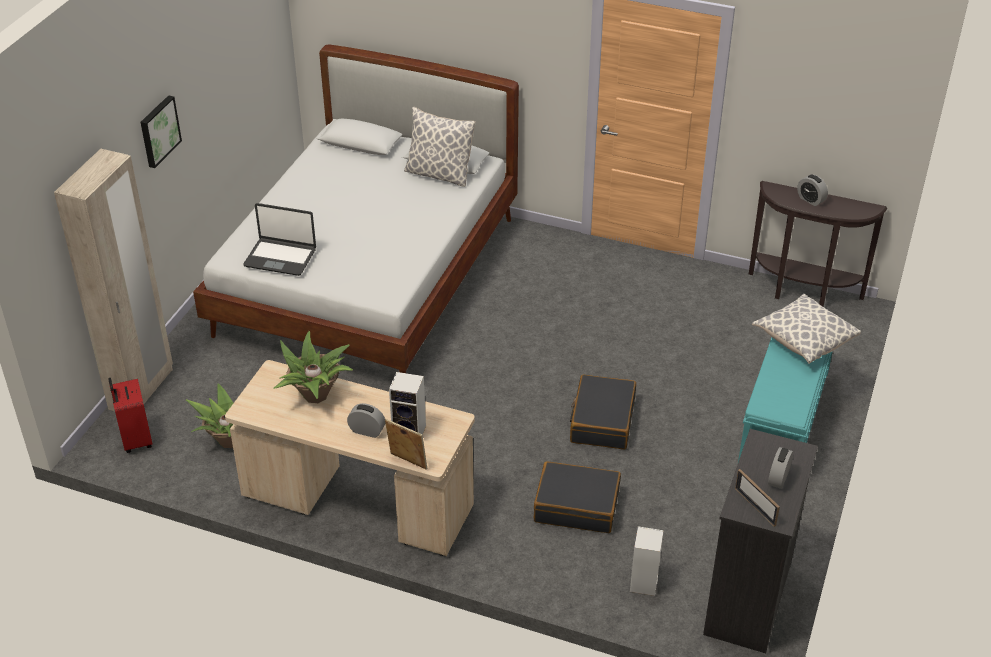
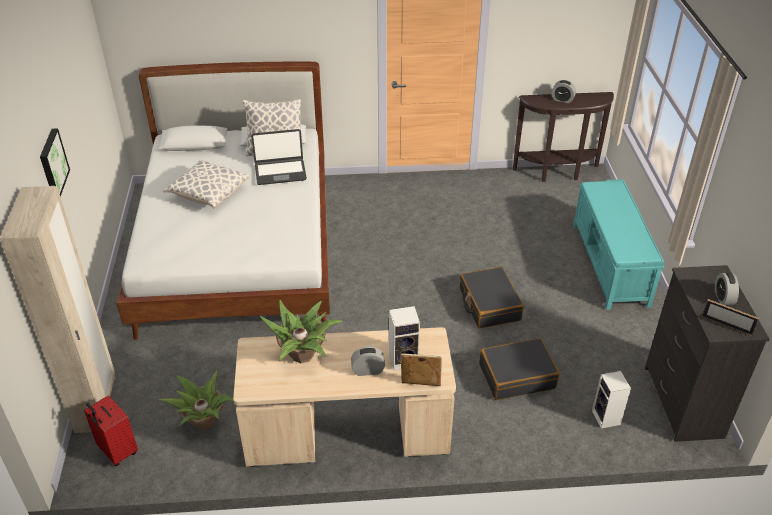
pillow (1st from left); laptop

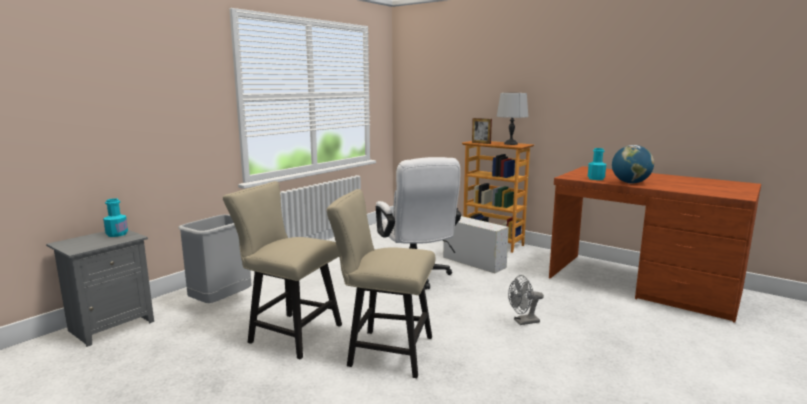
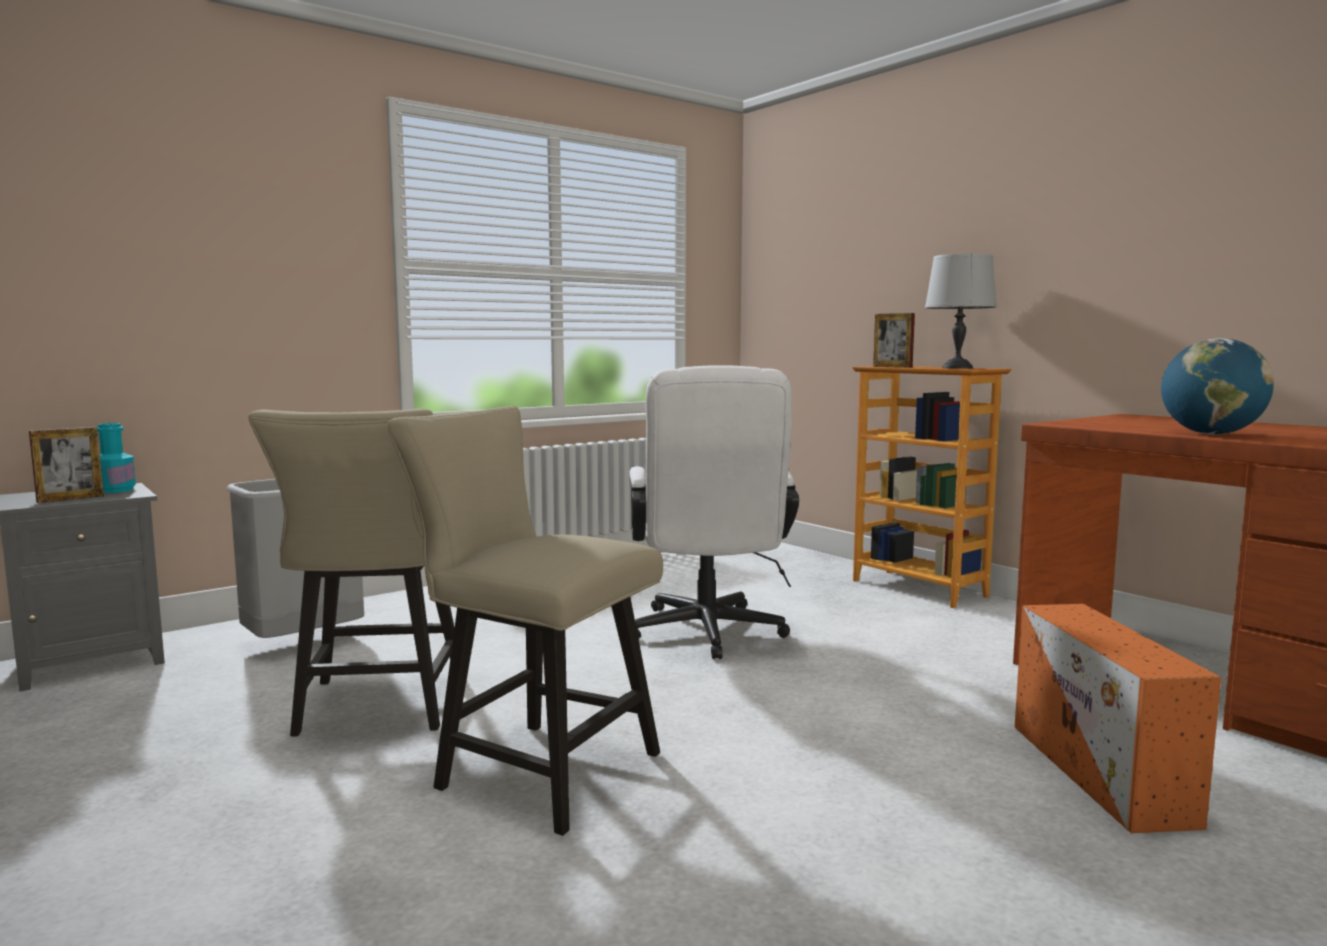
picture frame (1st from left); beige chair (1st from left); orange storage box; white storage box; grey fan; turquoise bottle (2nd from left in the first image)

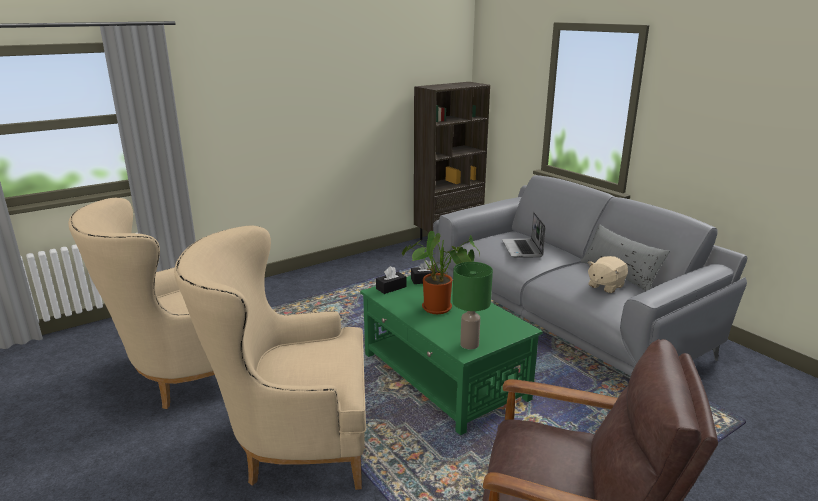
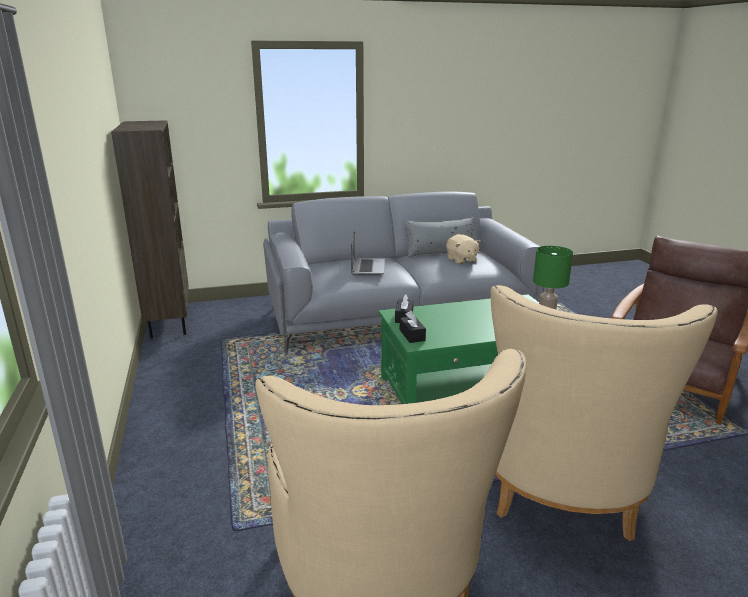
laptop; potted plant

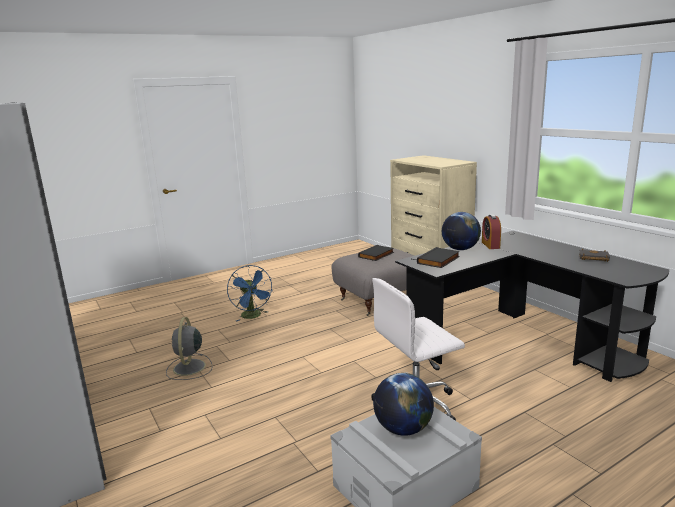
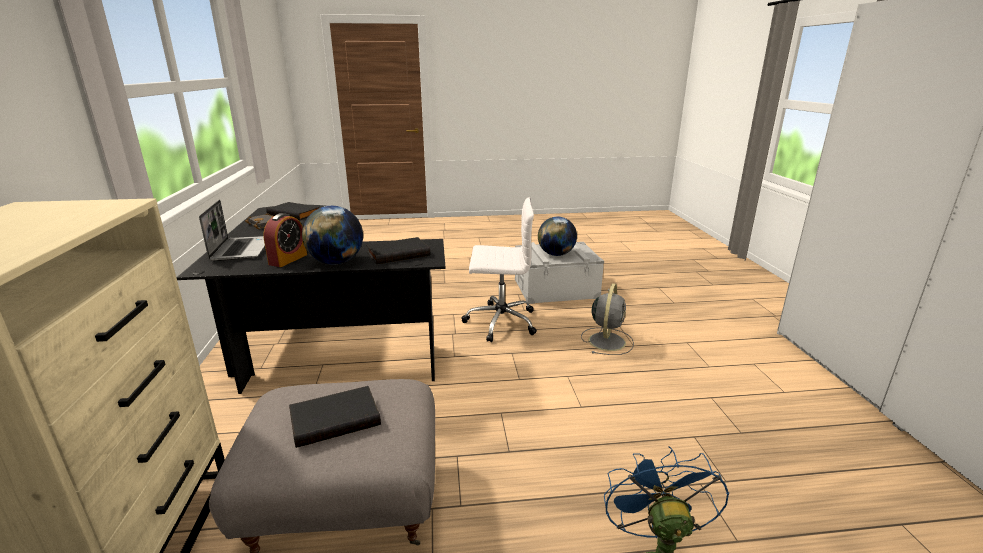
laptop; black book (2nd from left); grey fan

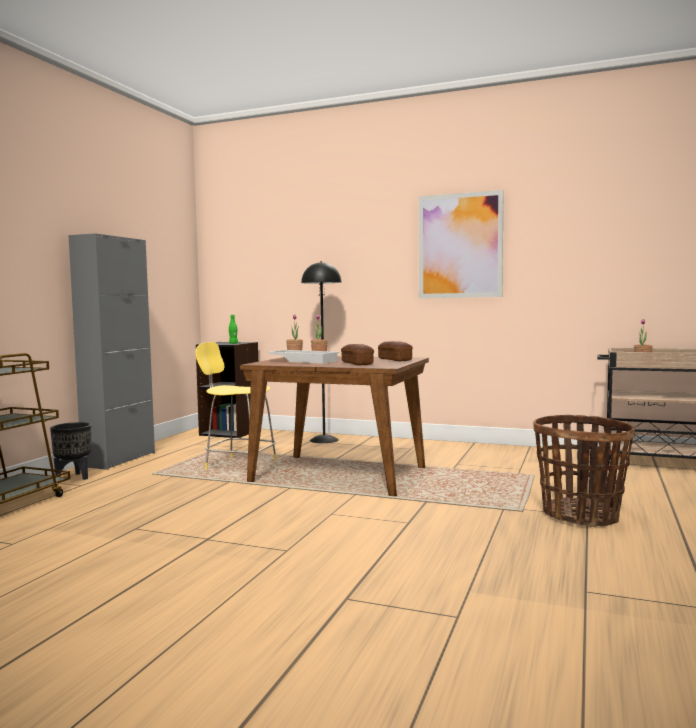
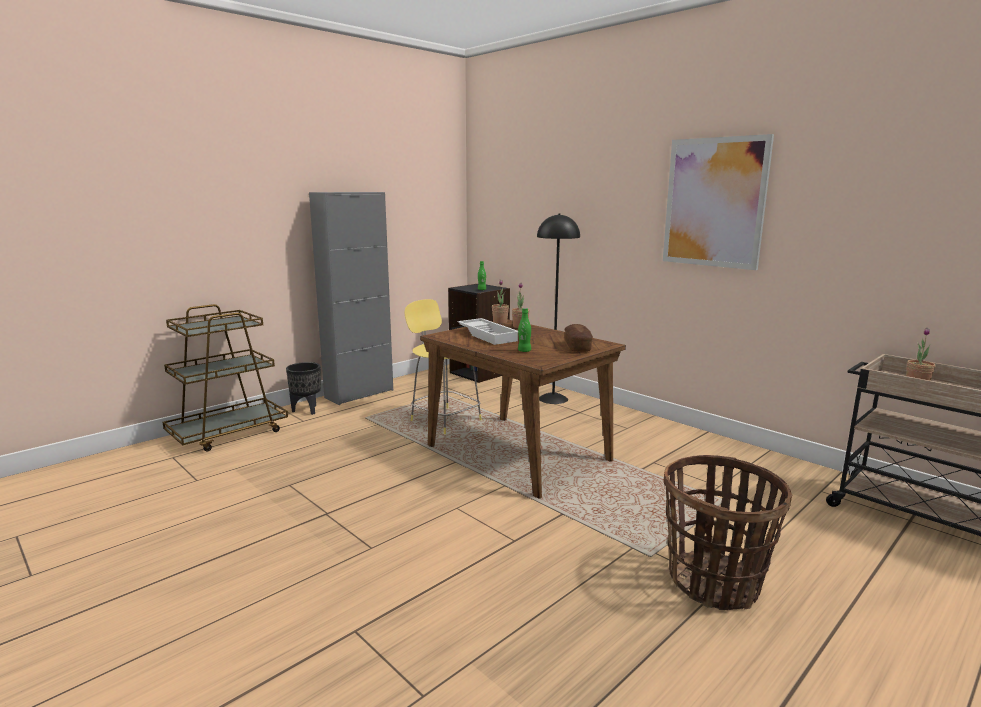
green bottle (2nd from left)

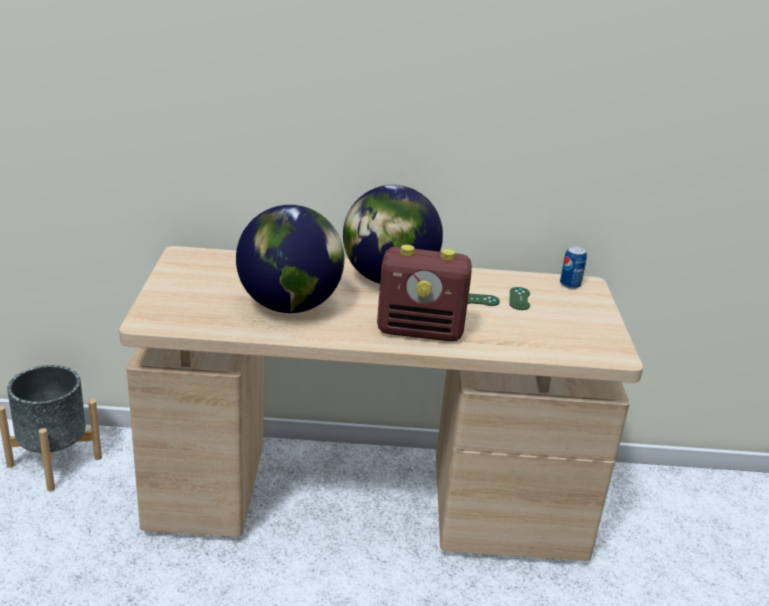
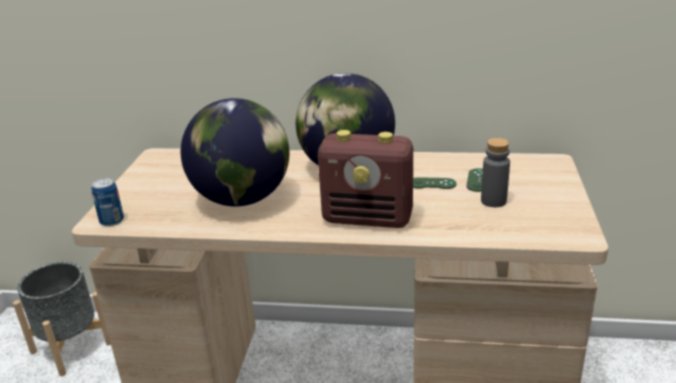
can; grey bottle

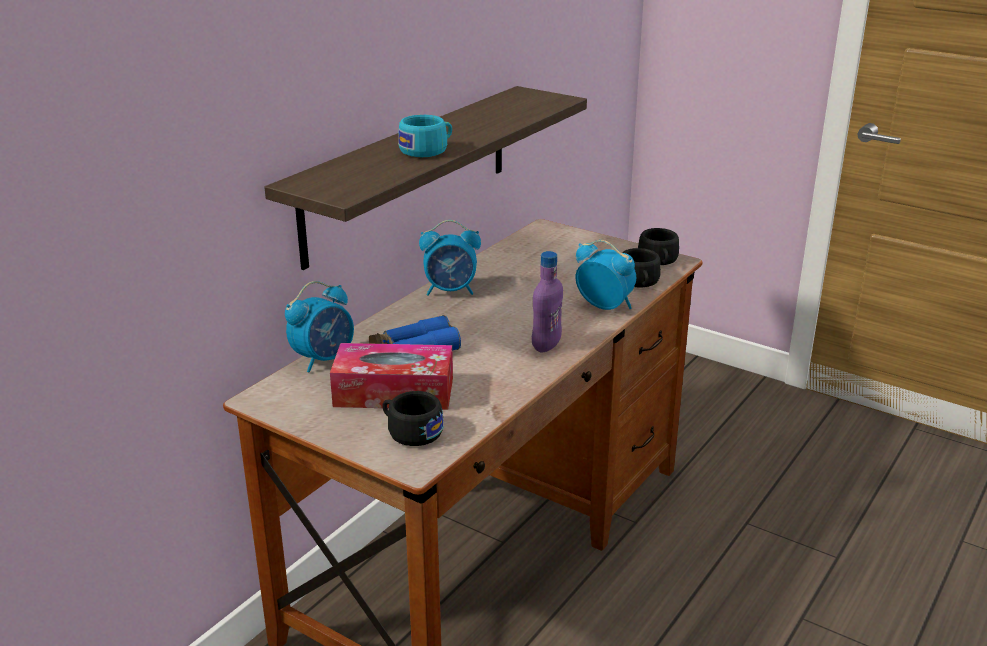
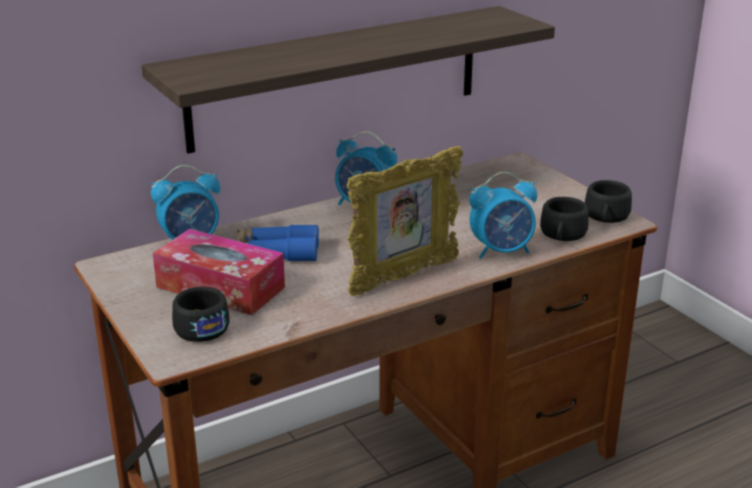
picture frame; alarm clock (3rd from left); turquoise cup

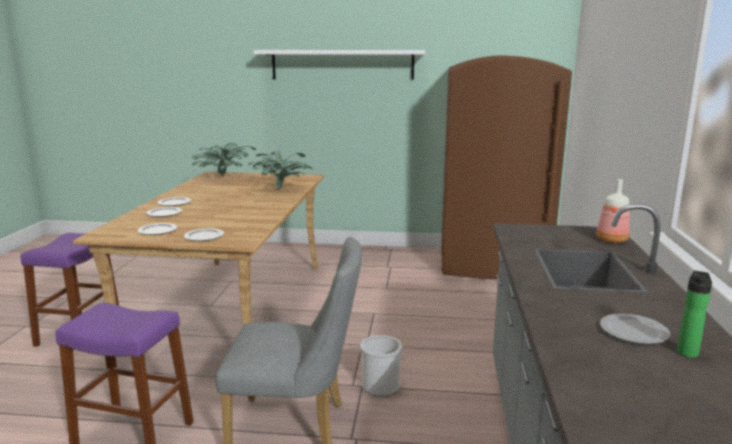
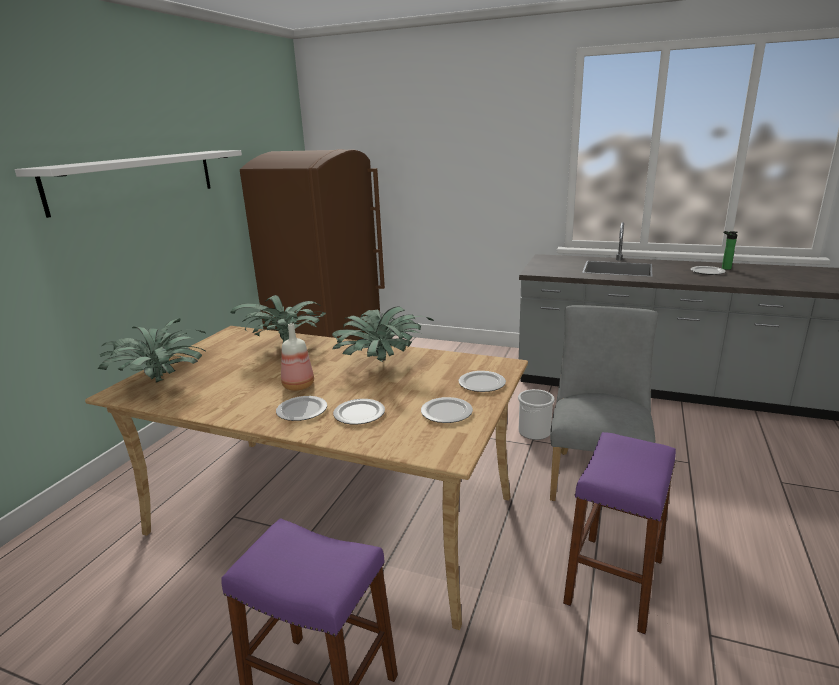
bottle (1st from left); potted plant (3rd from left)

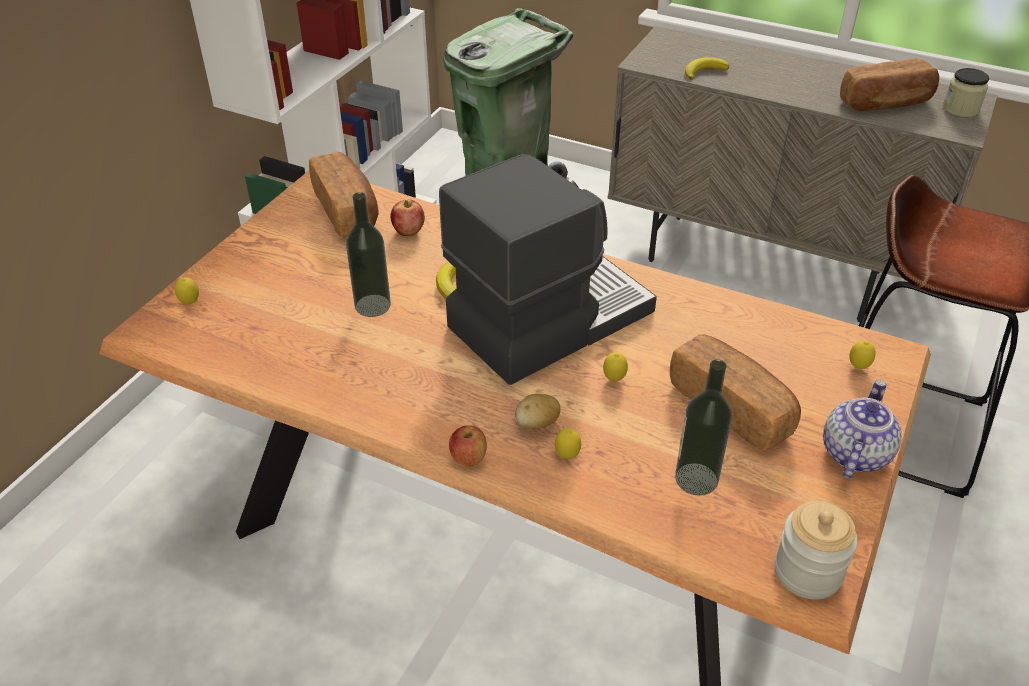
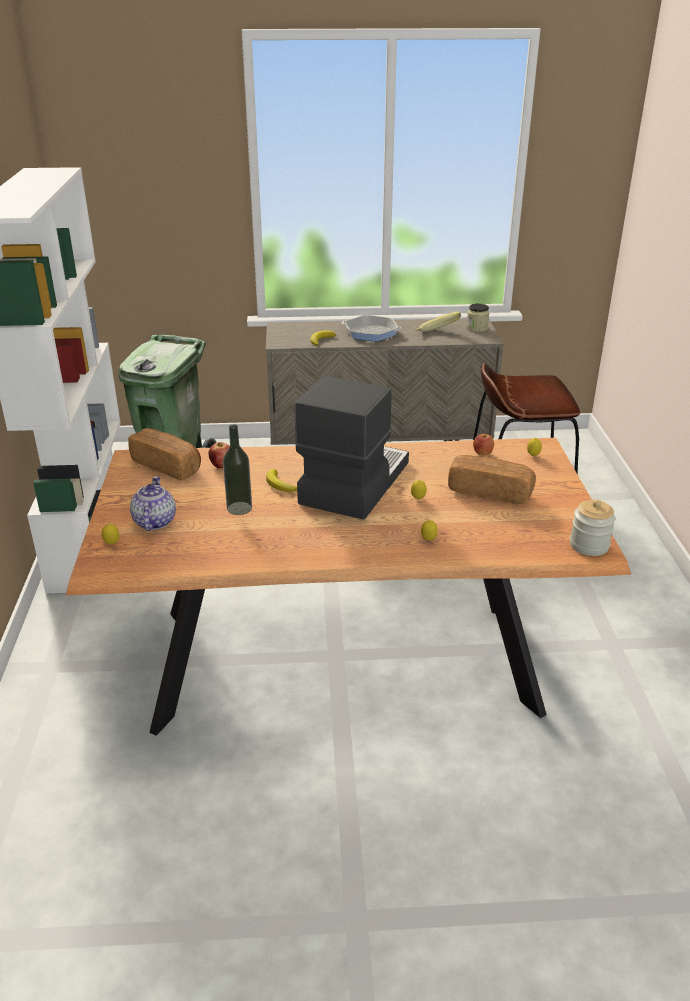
teapot; frying pan; banana (3rd from left); apple (2nd from left); potato; bottle (2nd from left in the first image)

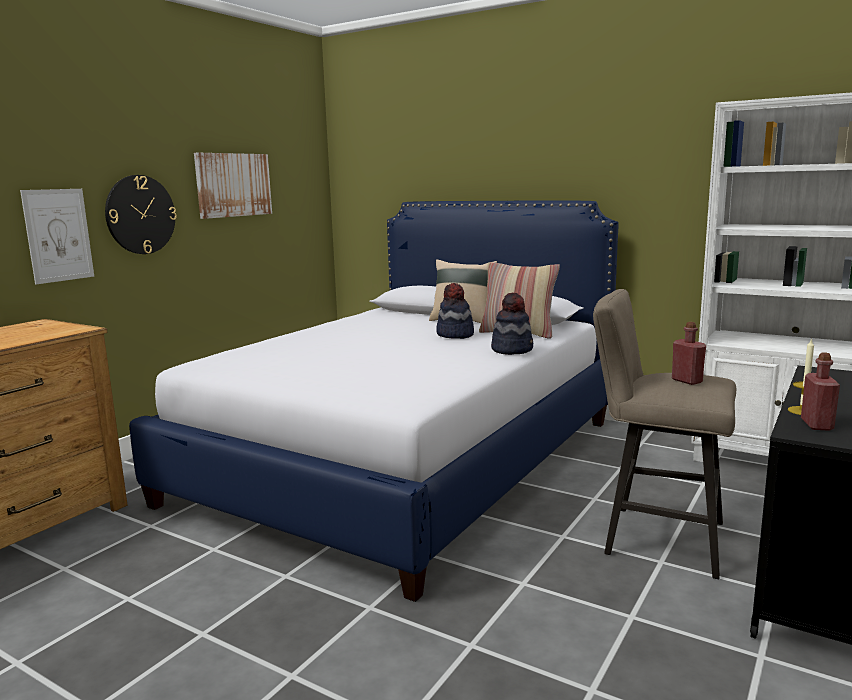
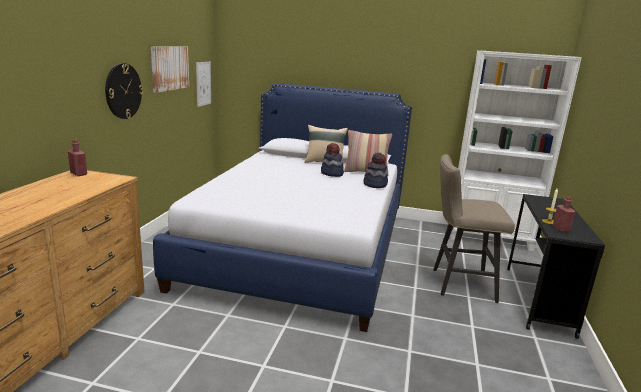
red bottle (1st from left); picture (2nd from left)

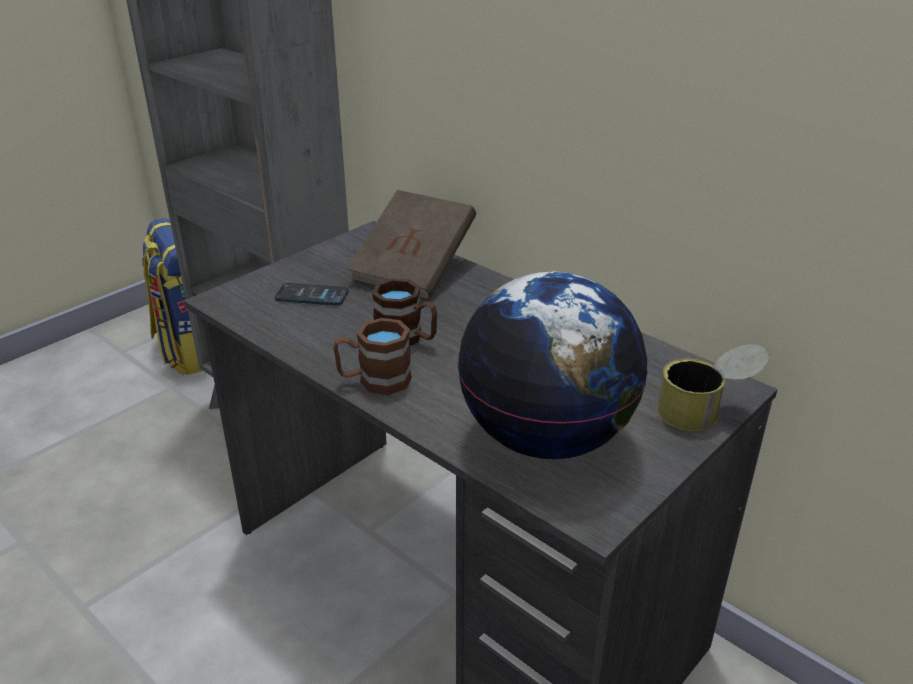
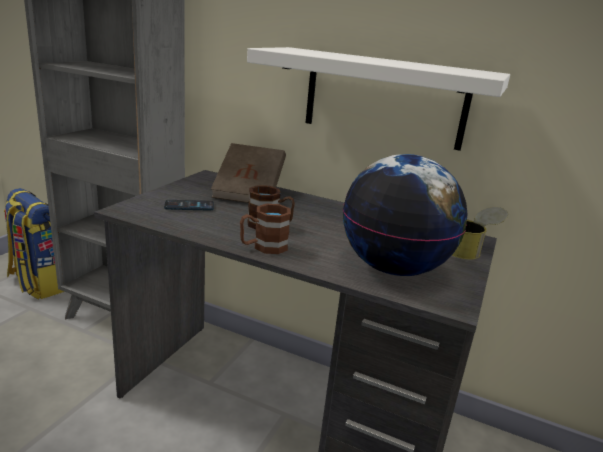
white shelf

